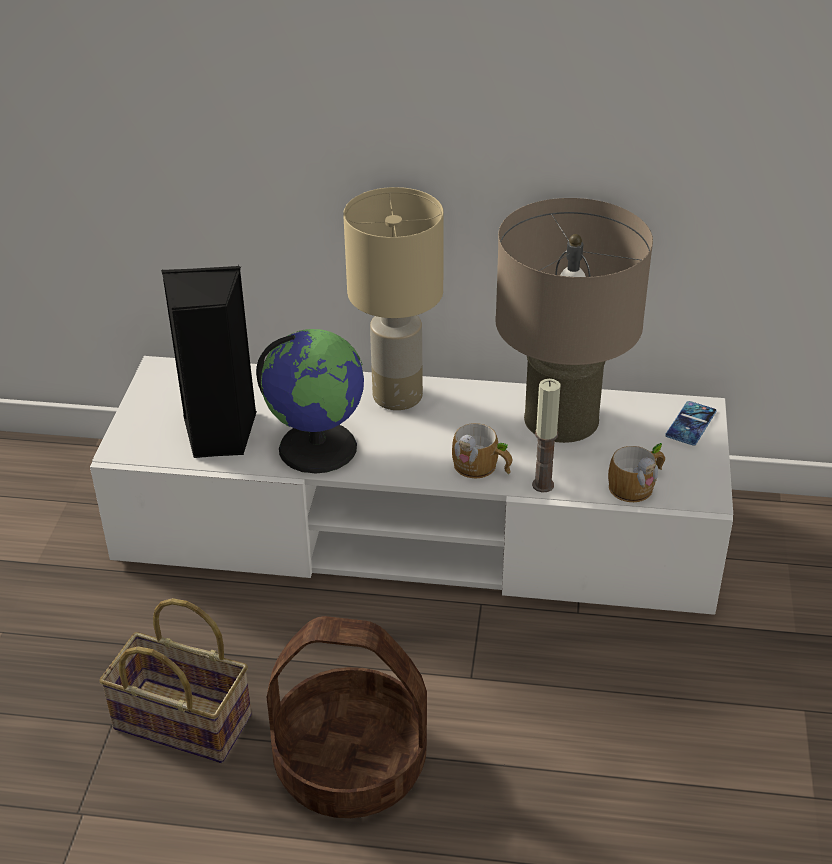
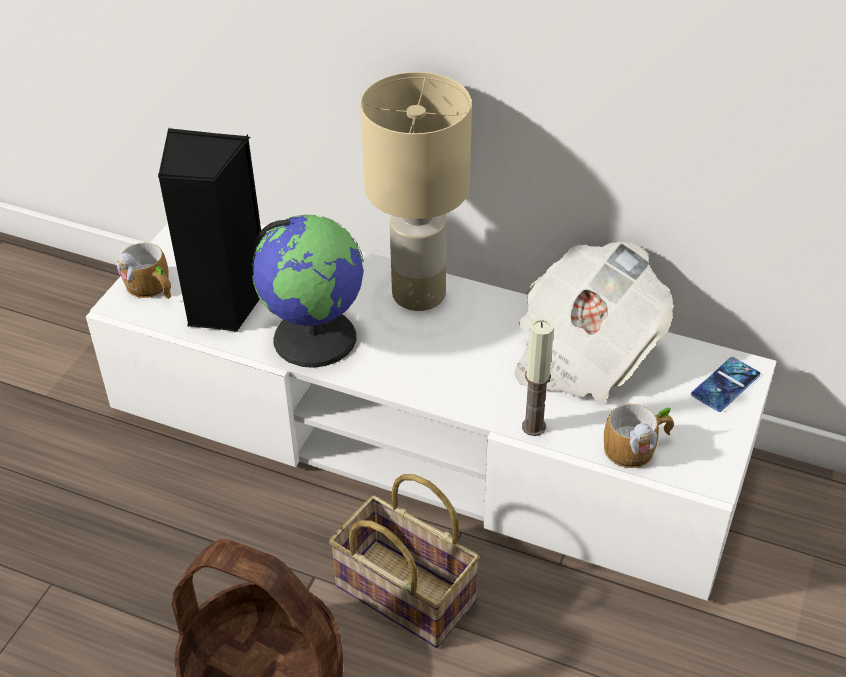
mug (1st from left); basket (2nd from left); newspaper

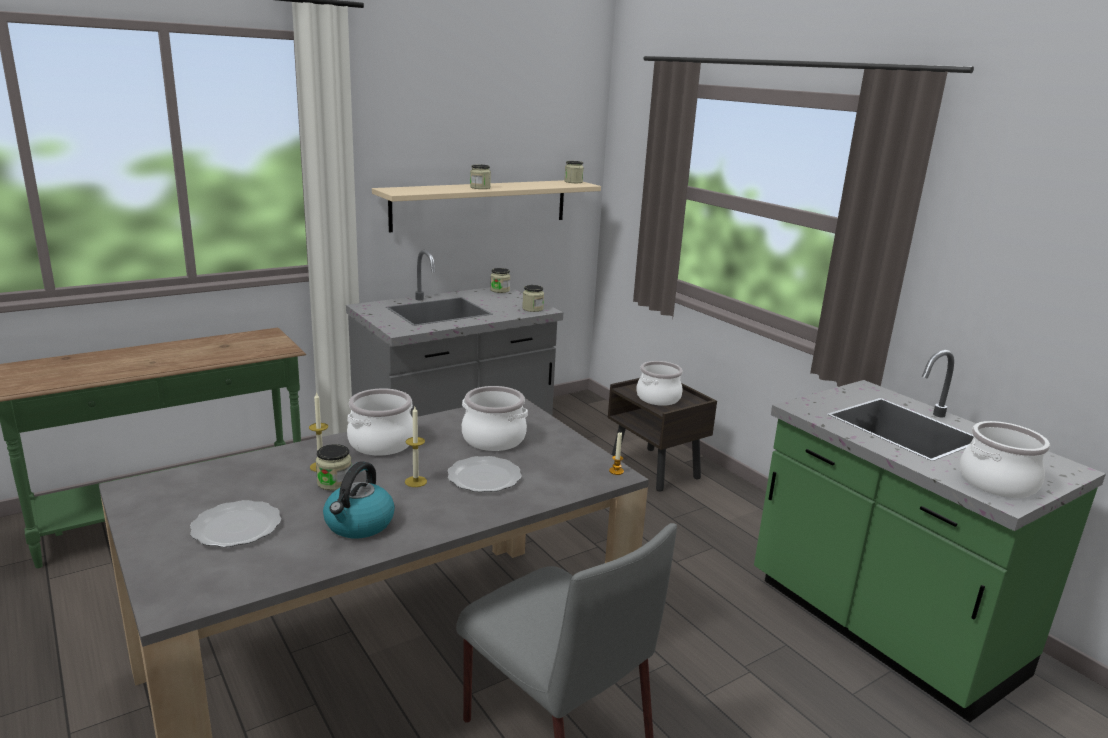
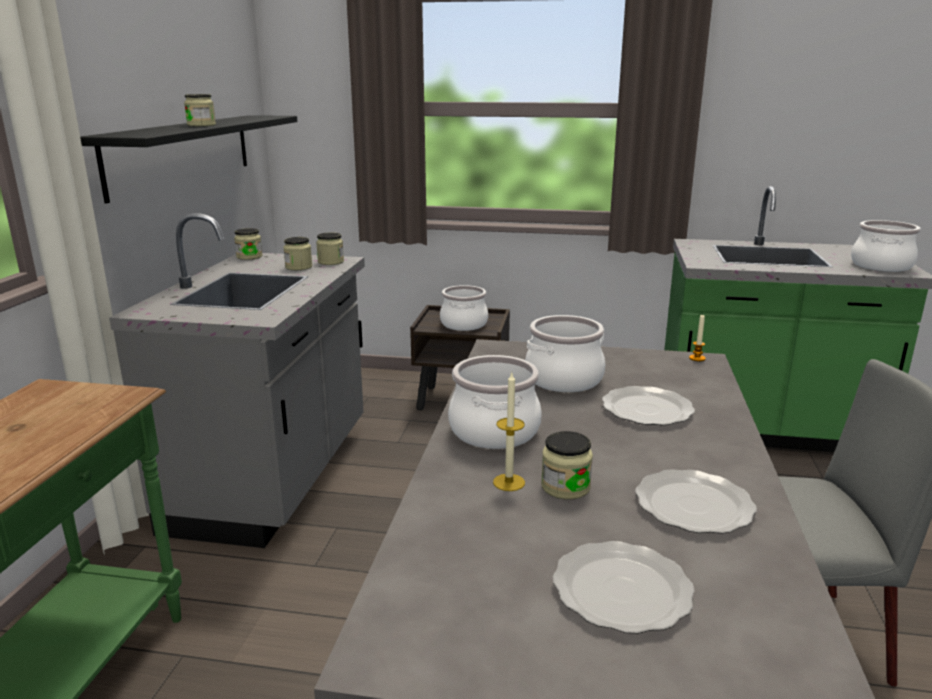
black shelf; jar (3rd from left); plate (3rd from left); candle (2nd from left in the first image)

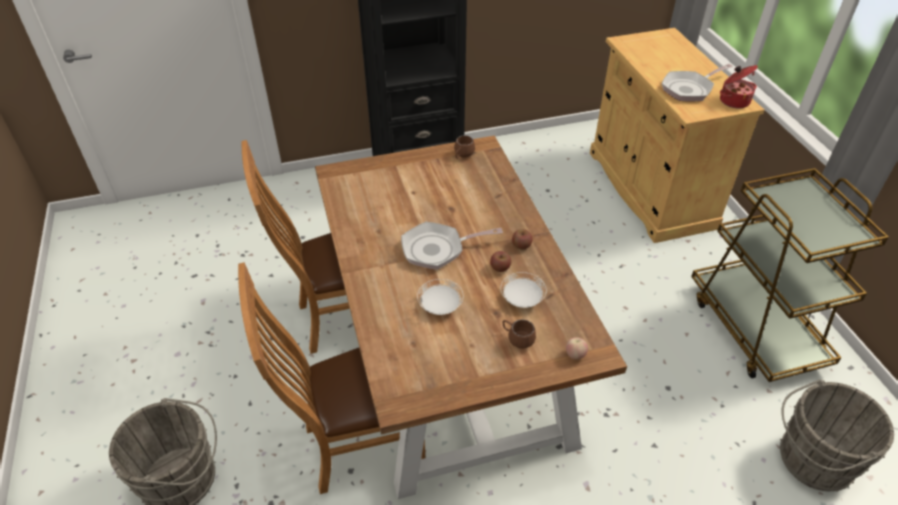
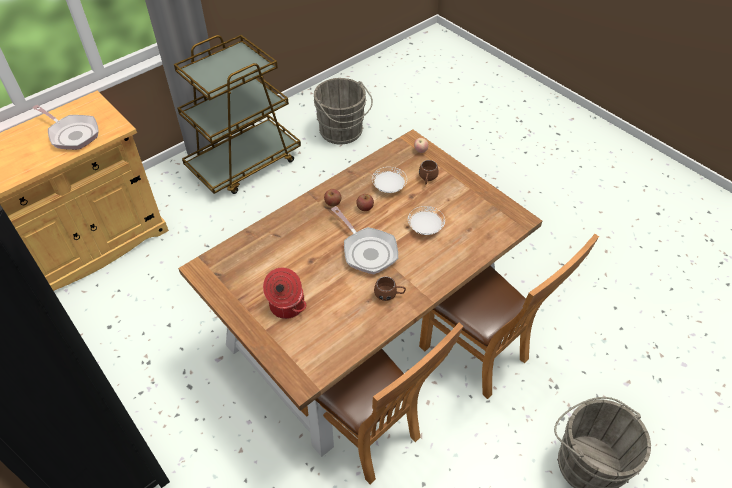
cooking pot; brown mug (1st from left)

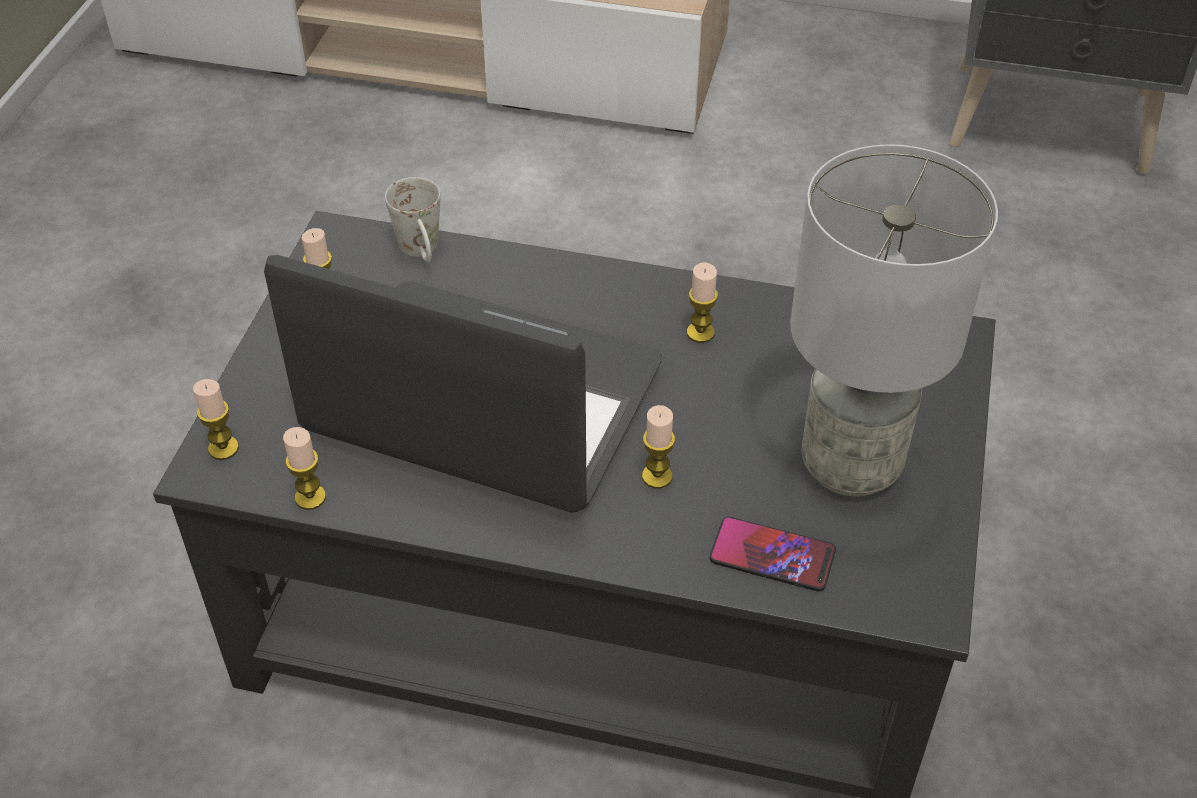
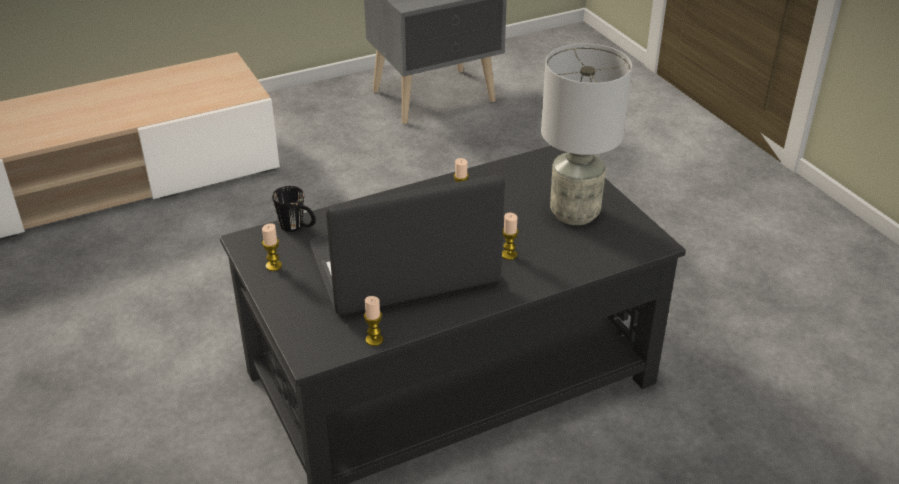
black mug; candle (1st from left in the first image); phone

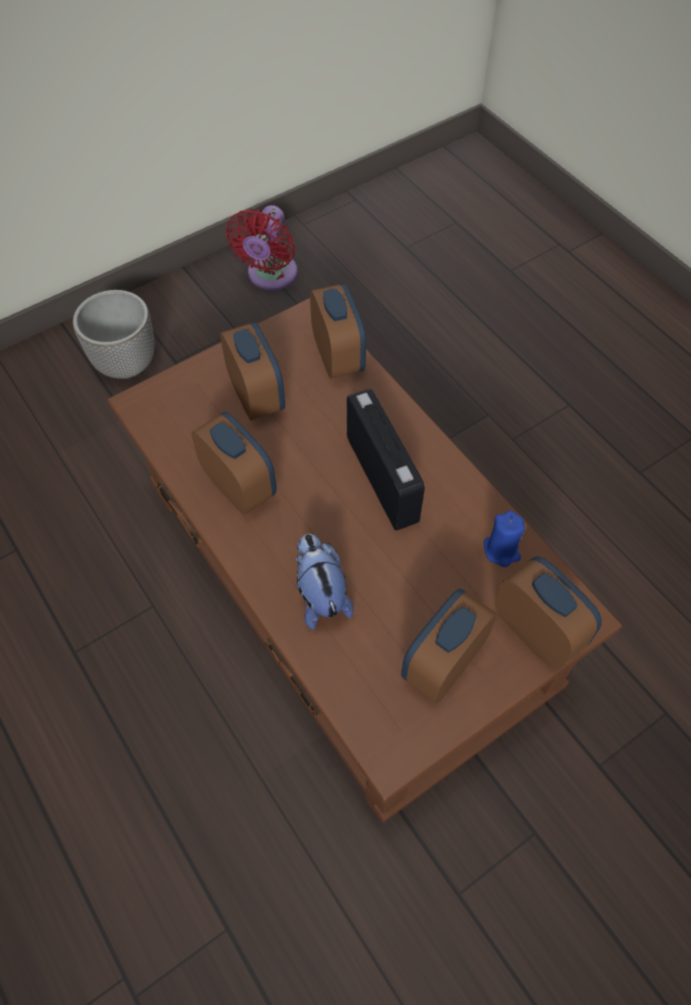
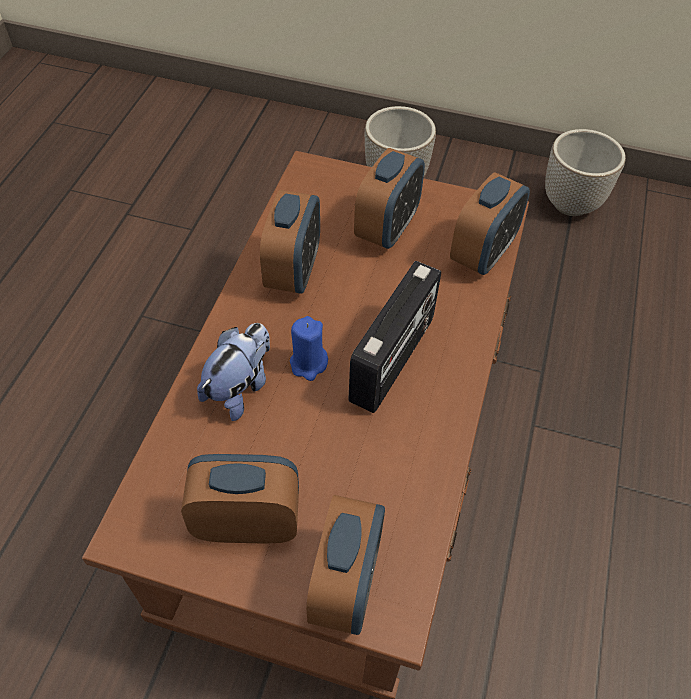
blue candle; planter (2nd from left)

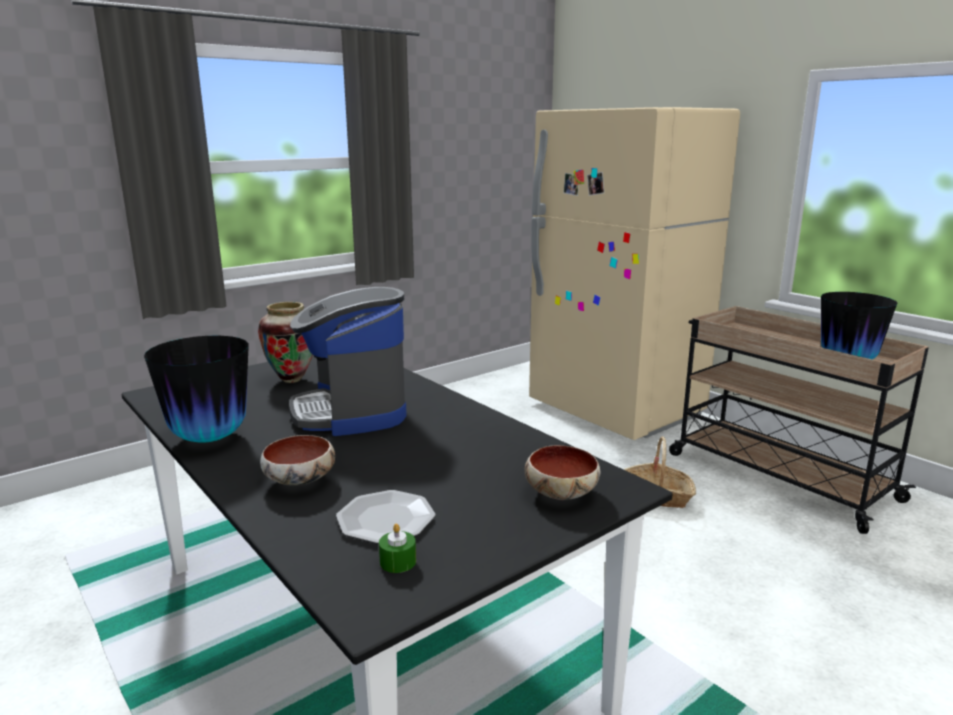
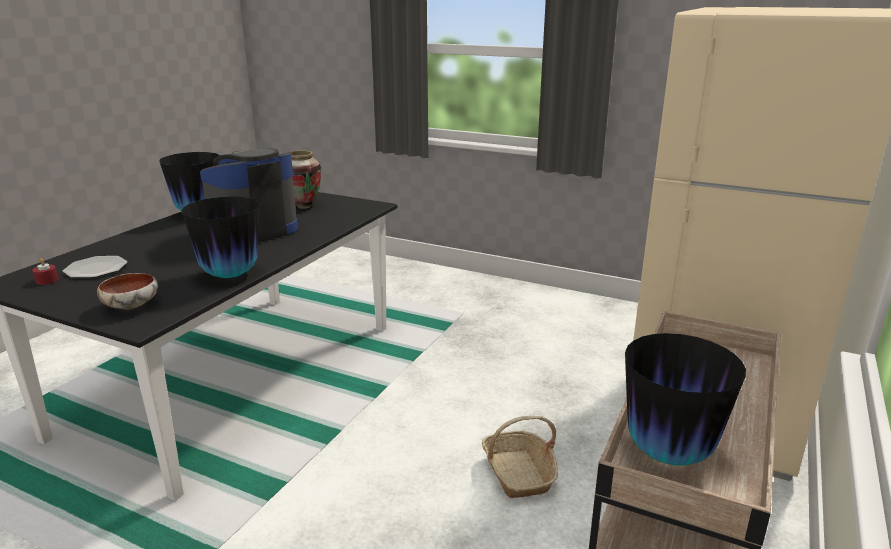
red candle; vase (2nd from left); bowl (1st from left in the first image)

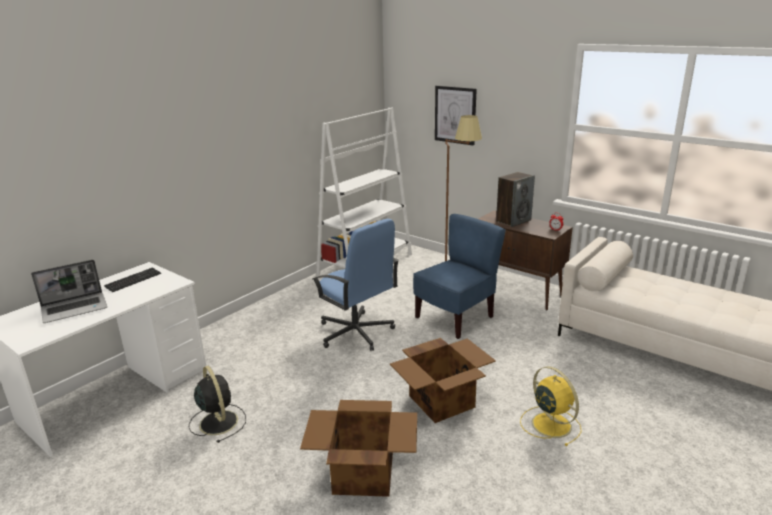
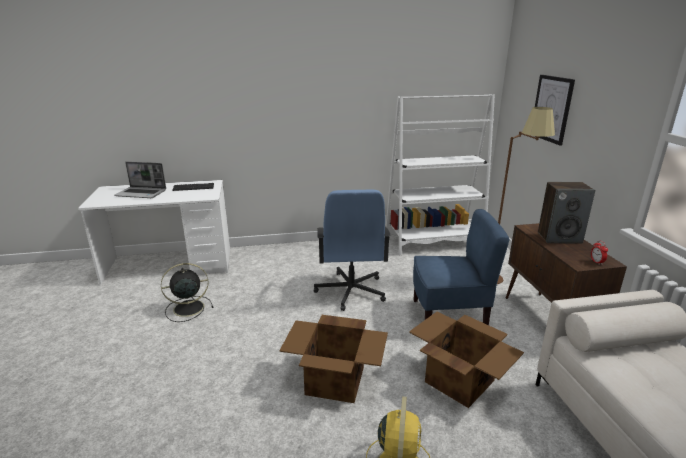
black fan; cardboard box (2nd from left)

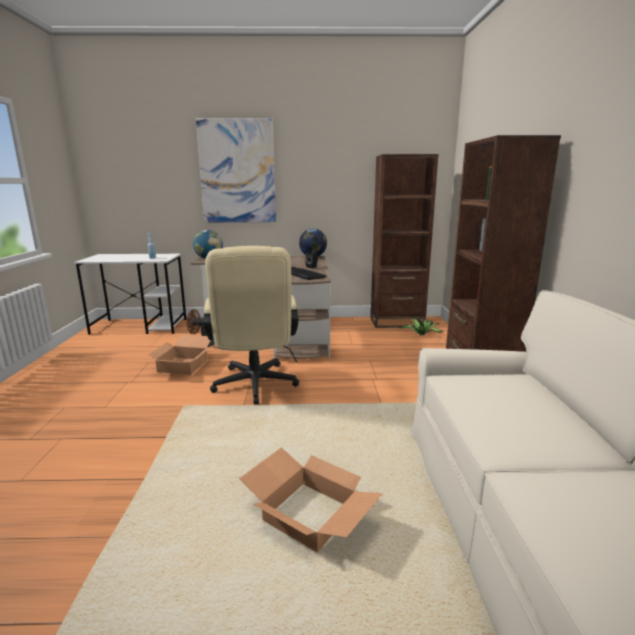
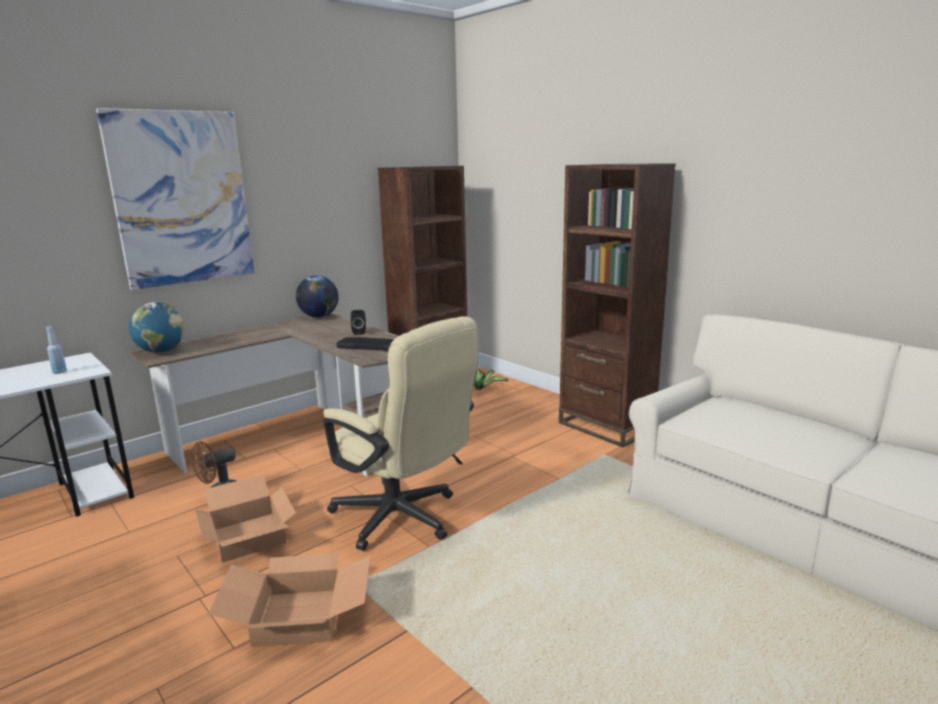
cardboard box (2nd from left)

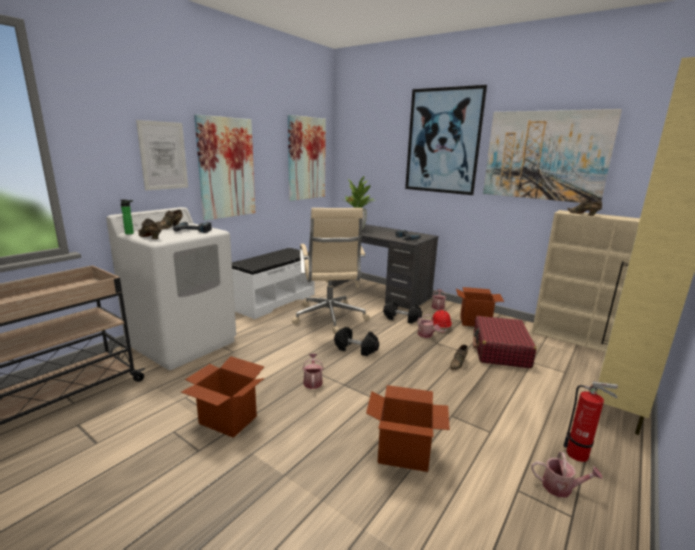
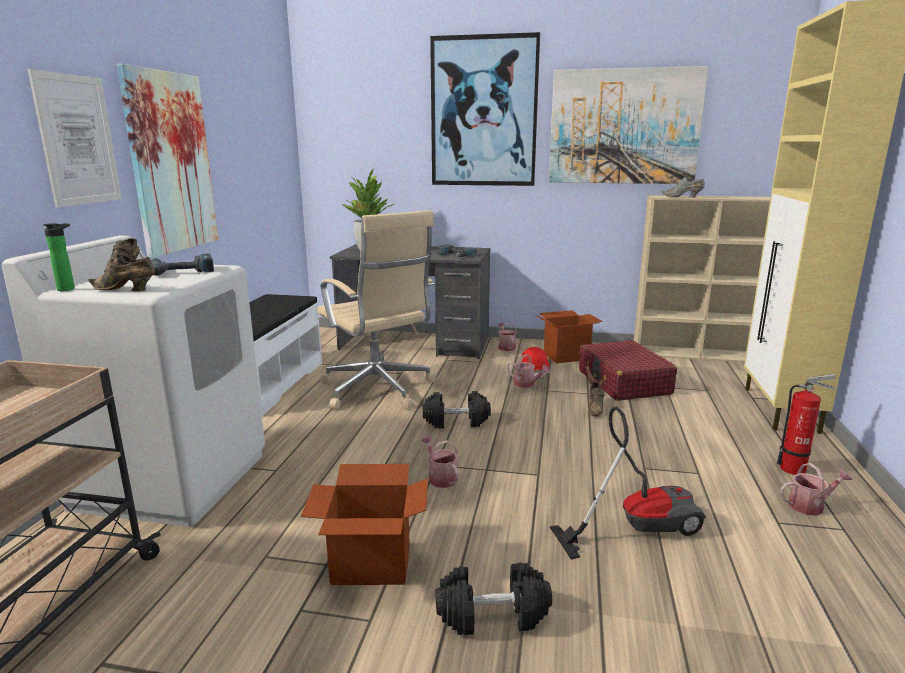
black dumbbell (2nd from left); vacuum cleaner; grey shoe; picture (3rd from left in the first image)

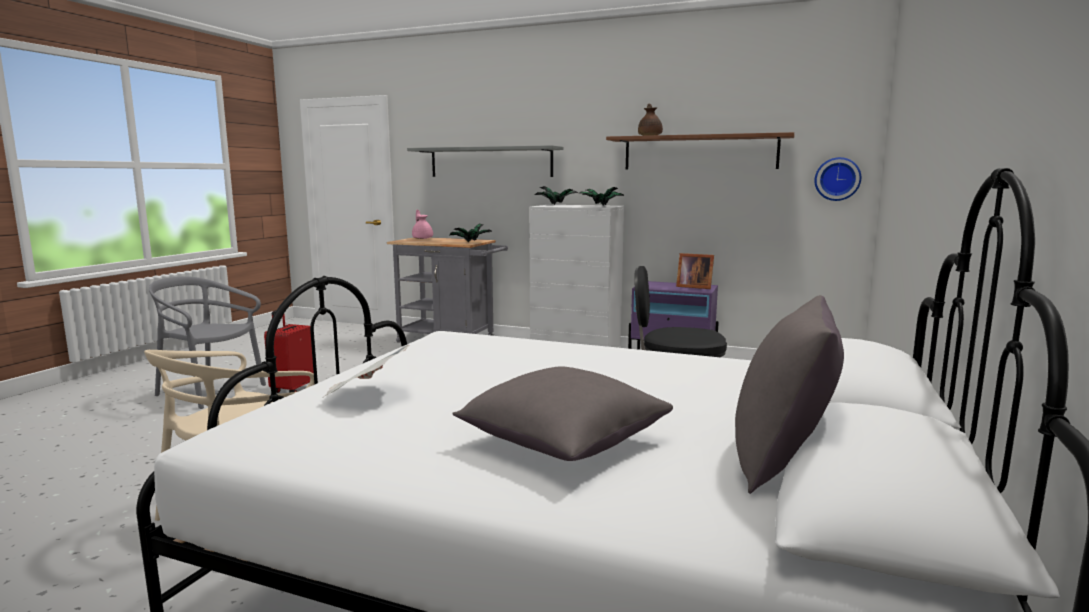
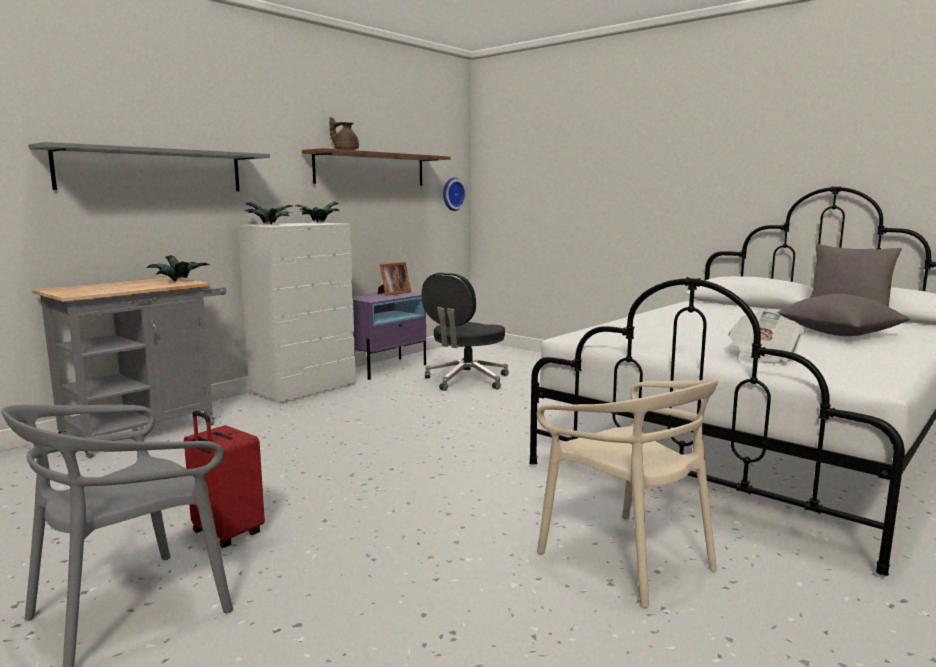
pink teapot

